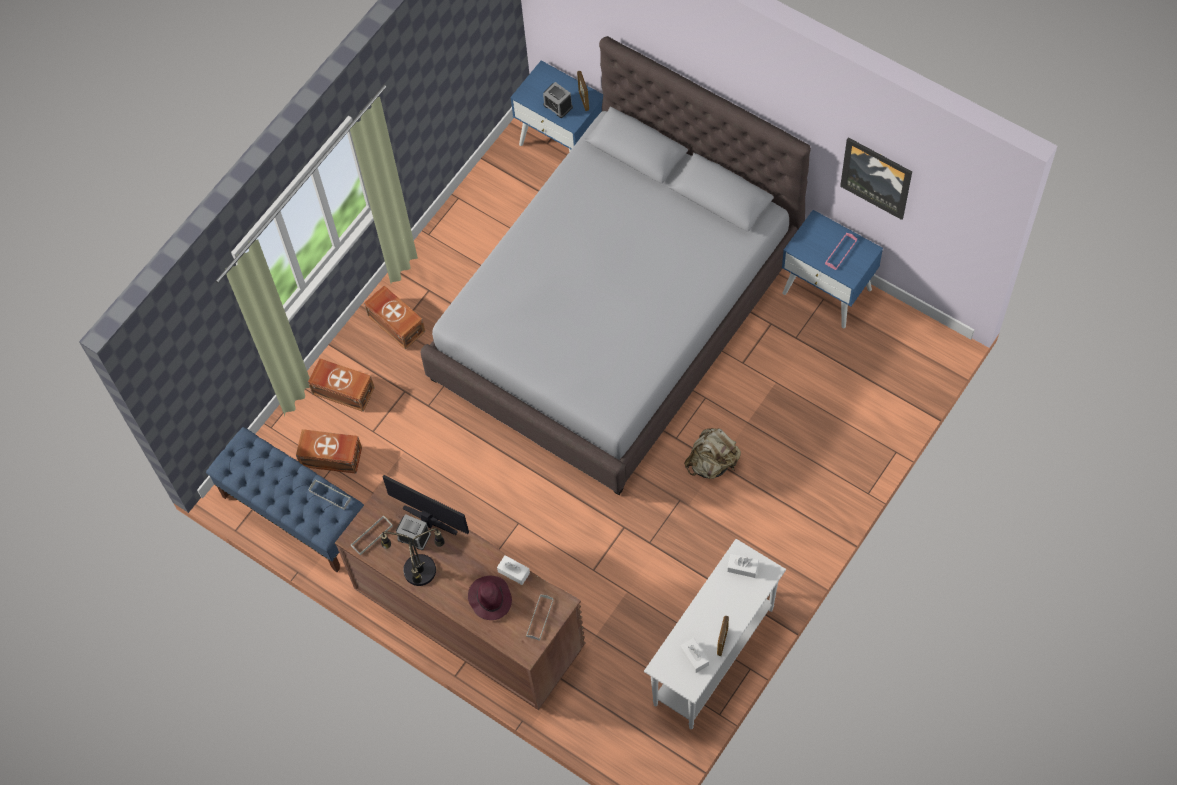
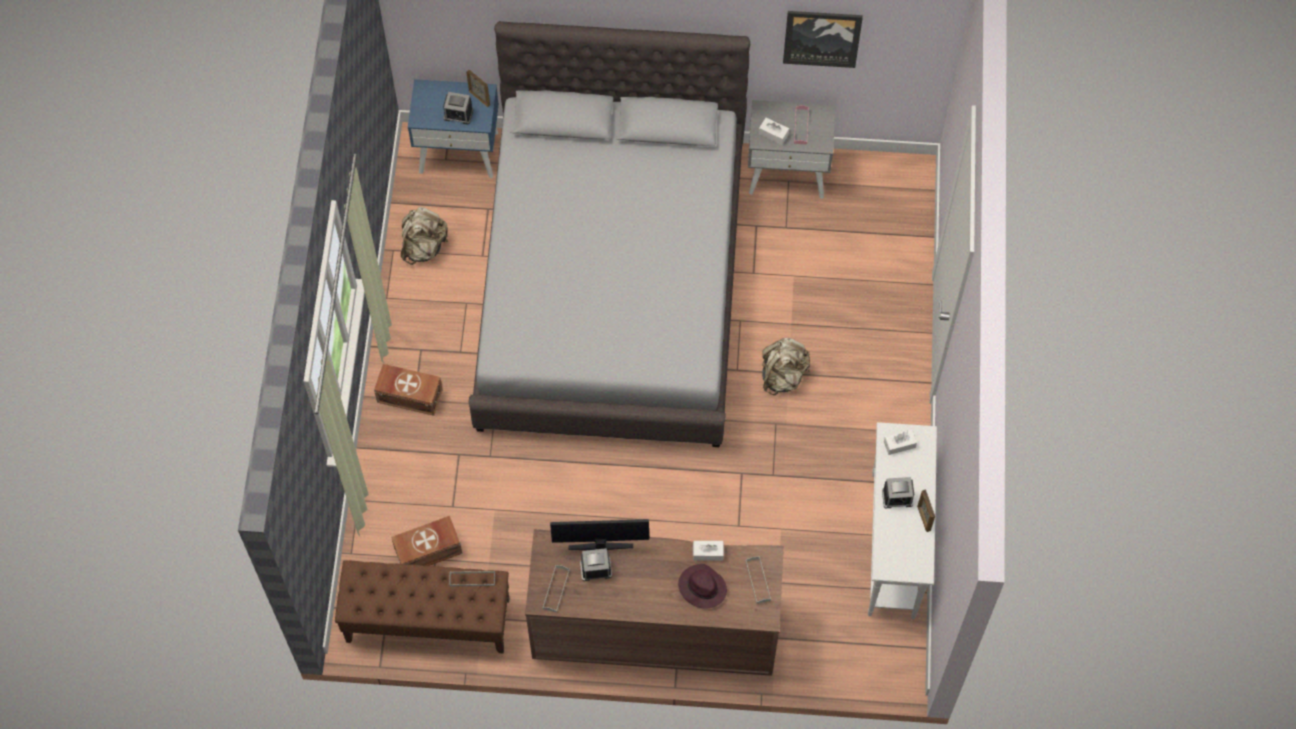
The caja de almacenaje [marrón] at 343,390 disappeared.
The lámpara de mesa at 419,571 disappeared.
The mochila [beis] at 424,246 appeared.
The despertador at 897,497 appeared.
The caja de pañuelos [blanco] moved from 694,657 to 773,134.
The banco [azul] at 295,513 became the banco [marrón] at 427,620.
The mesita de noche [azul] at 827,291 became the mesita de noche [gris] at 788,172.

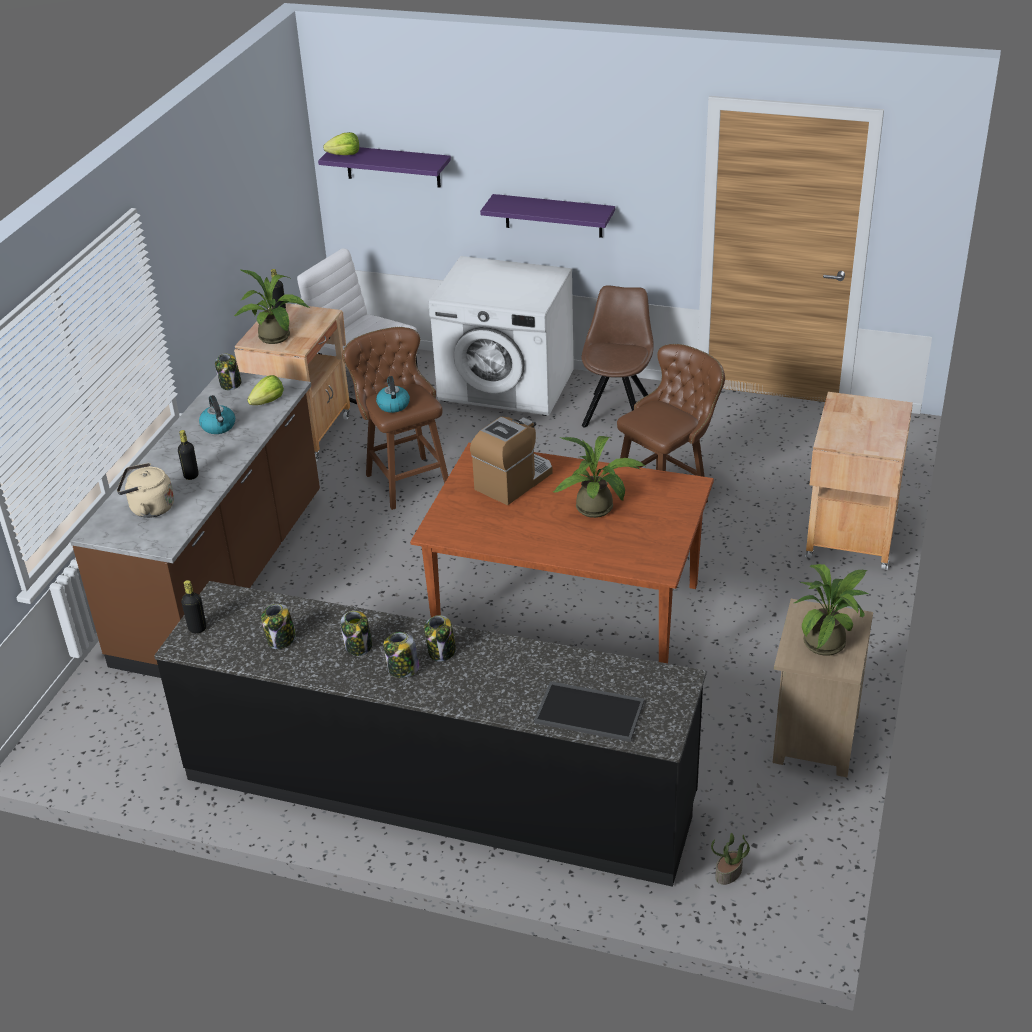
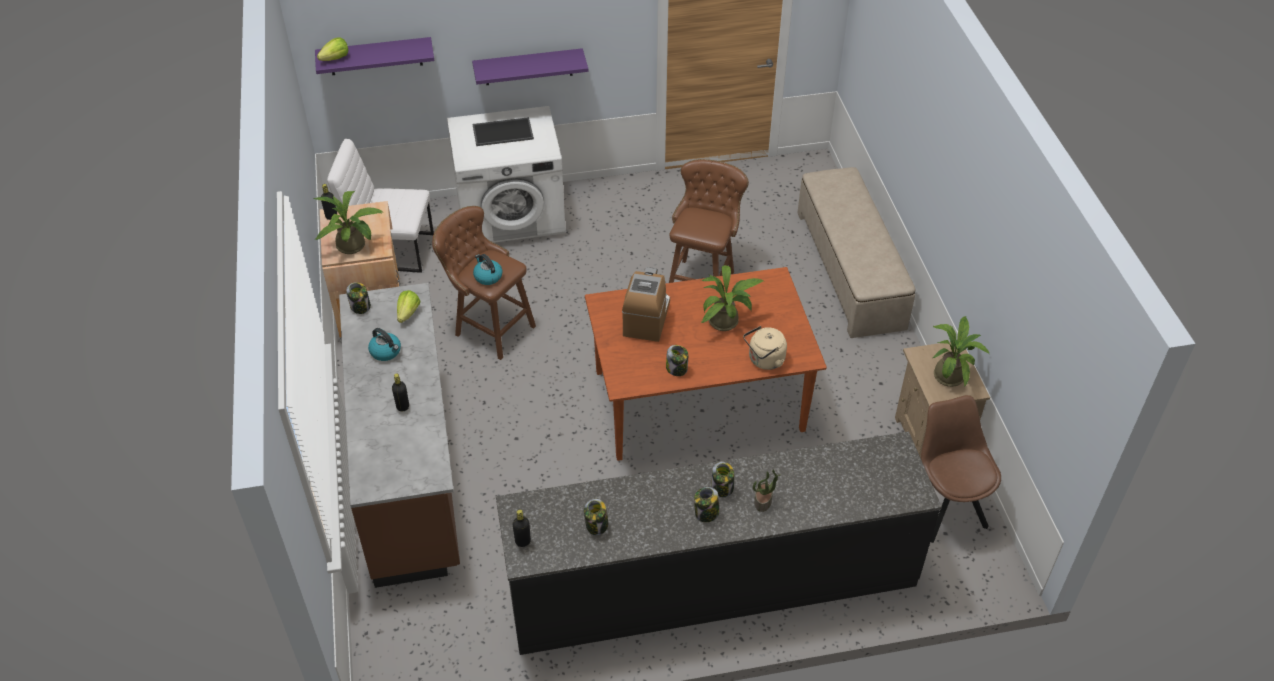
The hervidor [beis] moved from 149,508 to 764,360.
The tarro moved from 358,646 to 677,369.
The bandeja moved from 591,711 to 503,131.
The silla [marrón] moved from 617,412 to 945,508.
The planta en maceta moved from 729,873 to 763,501.
The carrito [marrón] at 851,538 was replaced by the banco [beis] at 850,269.

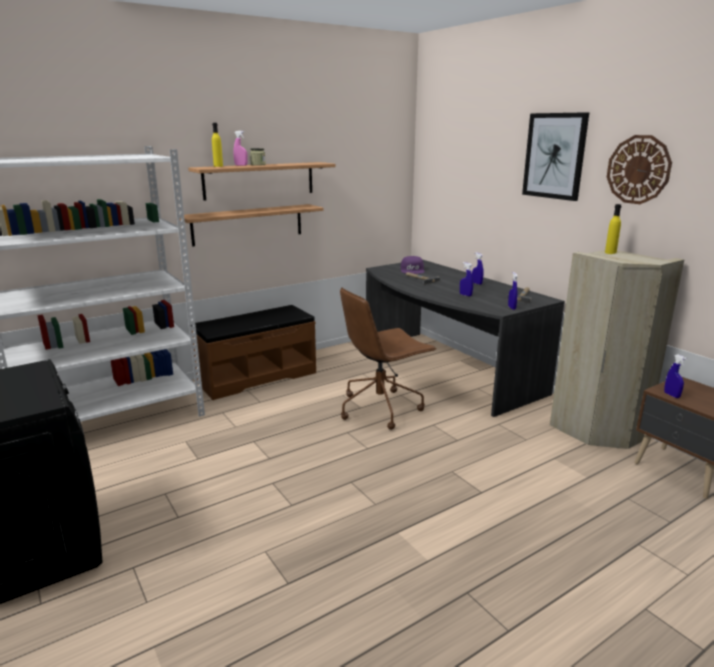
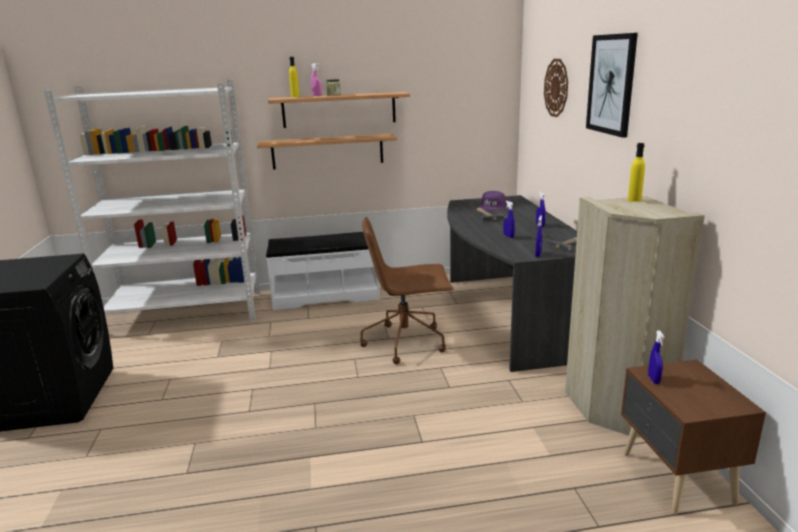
The reloj de pared moved from 638,169 to 556,88.
The banco [marrón] at 256,377 became the banco [blanco] at 326,295.

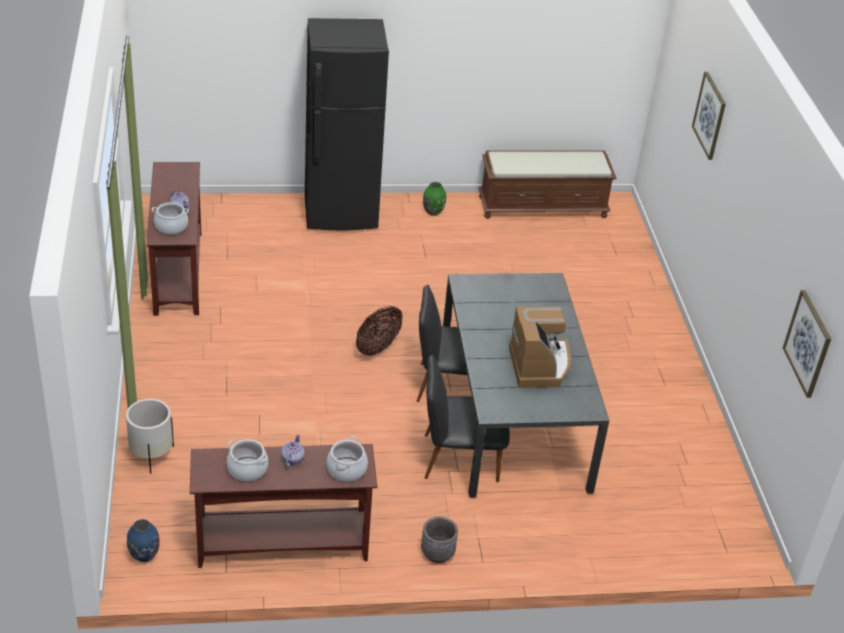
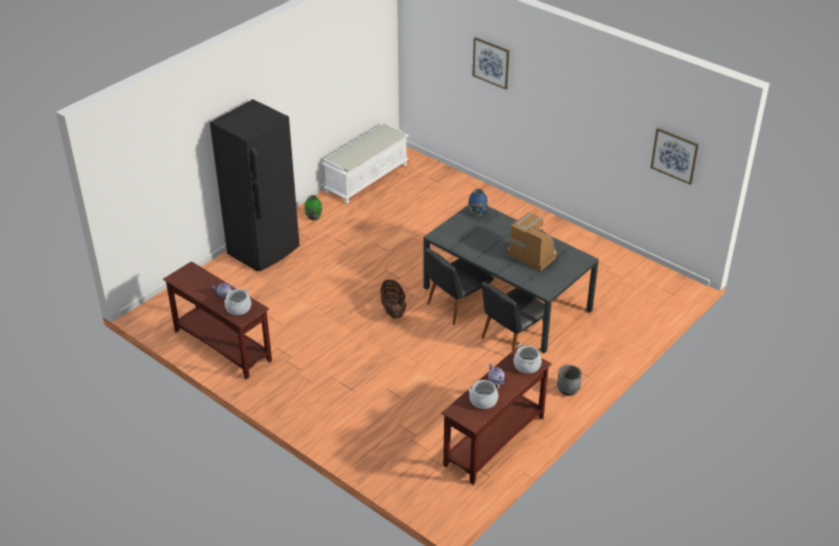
The maceta [blanco] at 151,456 disappeared.
The florero [azul] moved from 144,555 to 477,213.
The banco [marrón] at 543,206 became the banco [blanco] at 366,178.

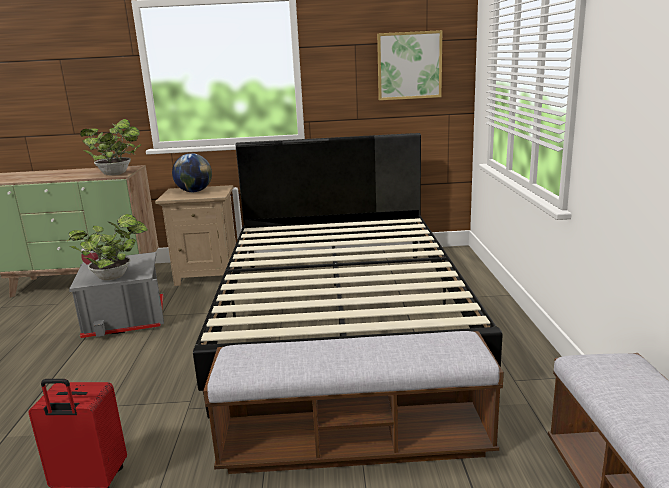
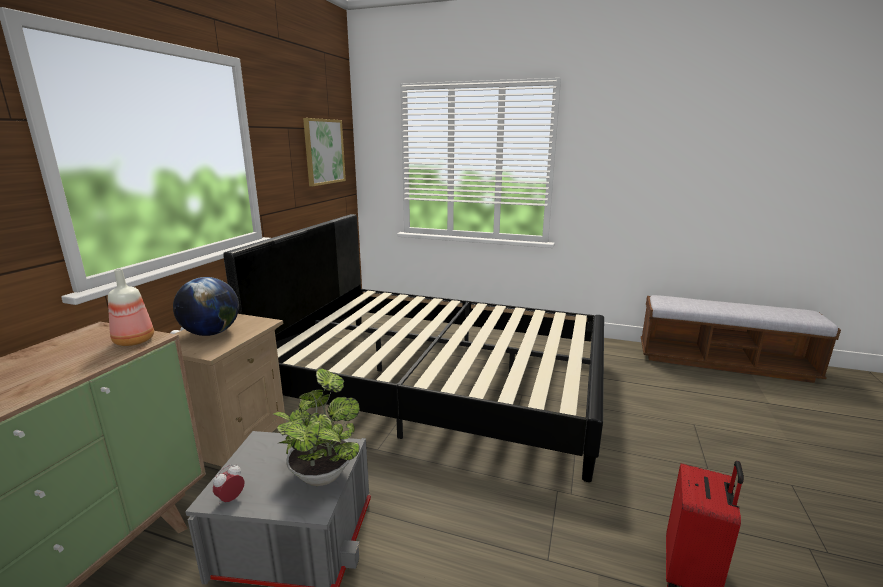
The banco at 355,443 disappeared.
The planta en maceta at 117,174 was replaced by the botella at 133,341.

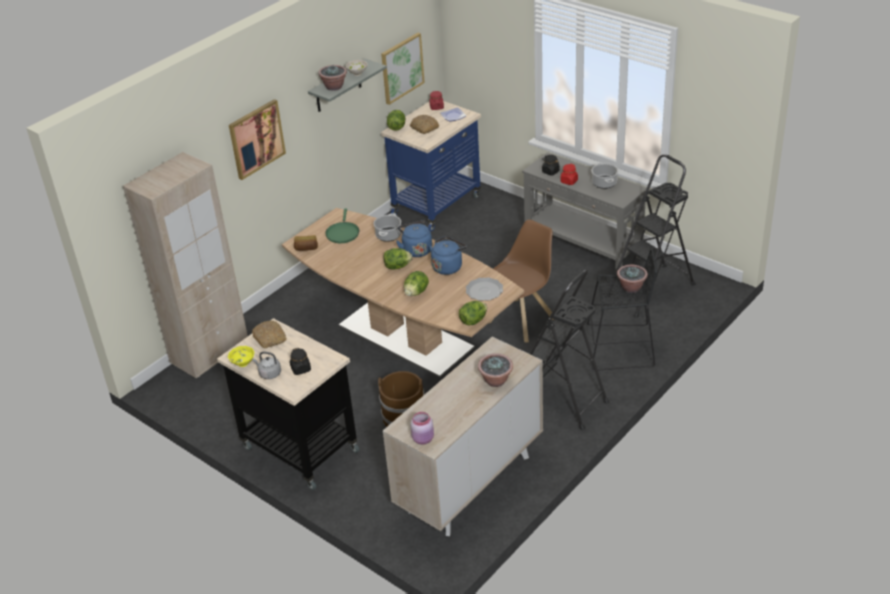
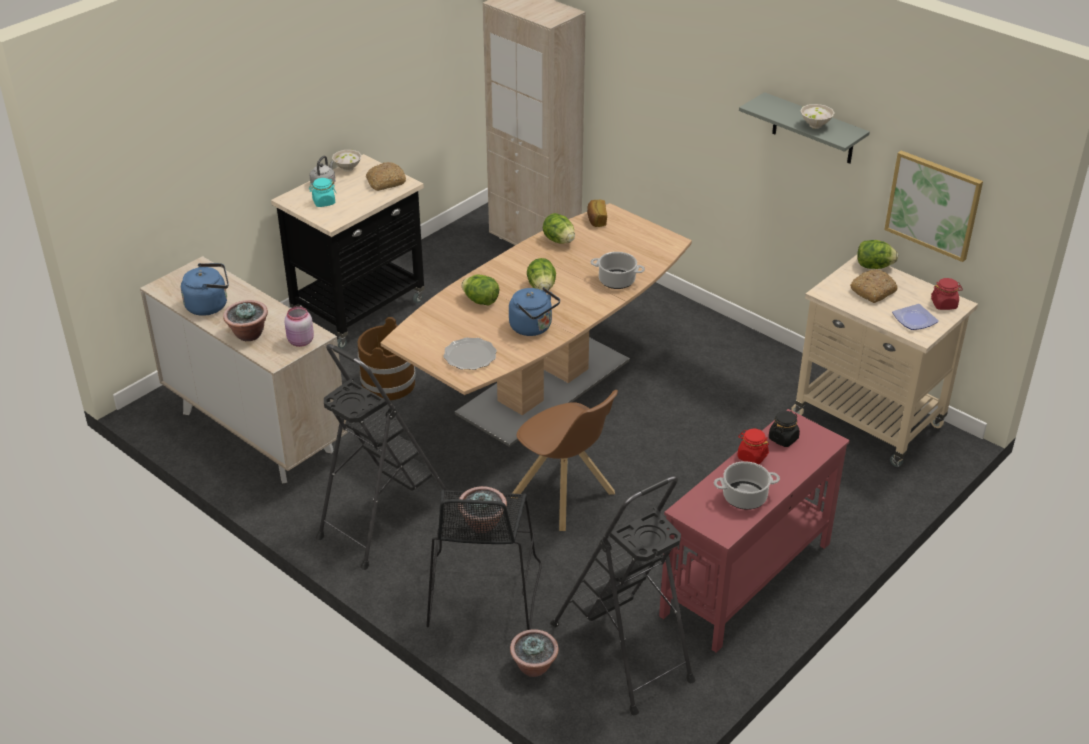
The cuadro at 256,138 disappeared.
The sartén [verde] at 342,233 disappeared.
The planta en maceta moved from 334,87 to 534,667.
The hervidor [azul] moved from 416,250 to 209,305.
The tarro [rosa] moved from 423,439 to 300,341.
The lechuga moved from 473,321 to 559,240.
The cuenco [amarillo] at 243,363 became the cuenco [blanco] at 348,169.
The tarro [negro] at 301,369 became the tarro [turquesa] at 324,202.
The carrito [azul] at 436,205 became the carrito [beis] at 868,421.
The mesa consola [gris] at 583,248 became the mesa consola [rojo] at 745,579.

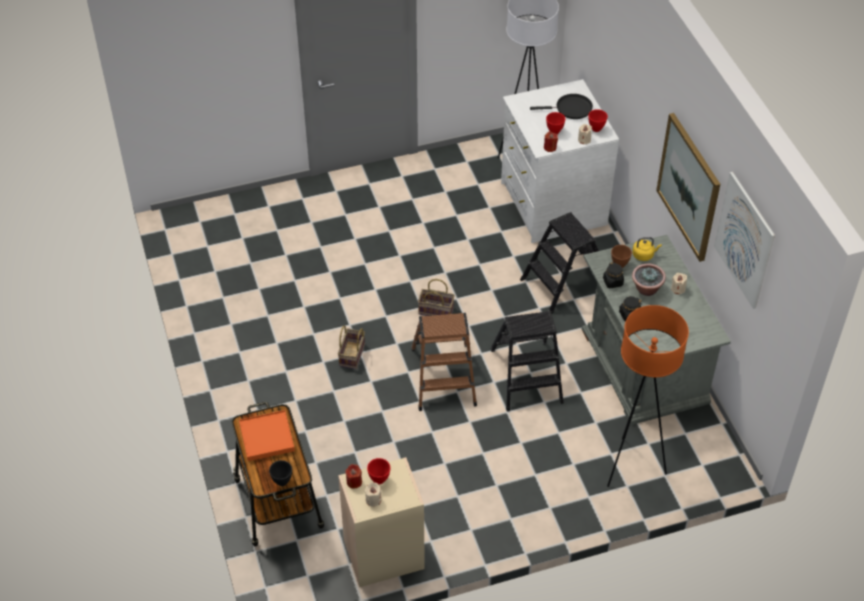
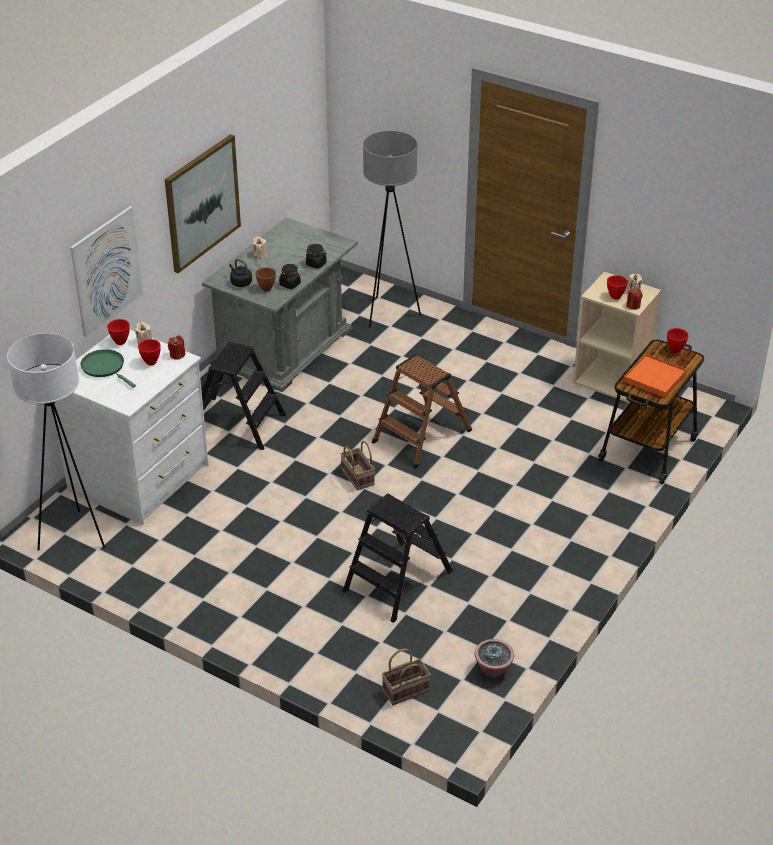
The cesta moved from 352,356 to 406,689.
The escalera de tijera [negro] moved from 526,375 to 398,581.
The planta en maceta moved from 646,289 to 493,670.
The cuadro moved from 744,240 to 106,271.
The cuenco [negro] at 281,482 became the cuenco [rojo] at 676,350.
The sartén [negro] at 571,109 became the sartén [verde] at 105,367.
The lámpara de pie [naranja] at 631,466 became the lámpara de pie [gris] at 389,313.
The hervidor [amarillo] at 644,255 became the hervidor [negro] at 240,282.

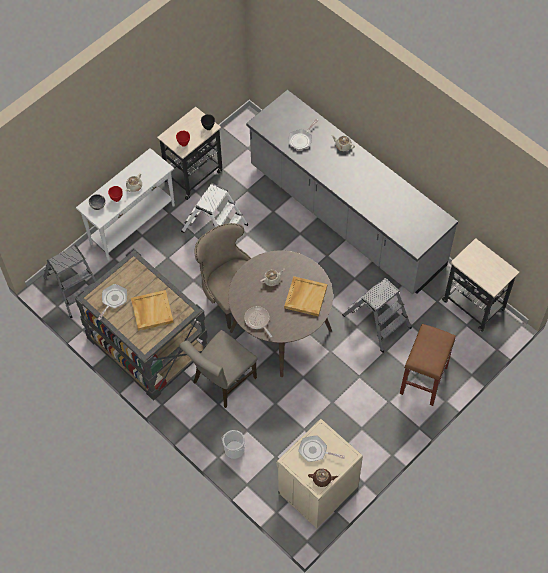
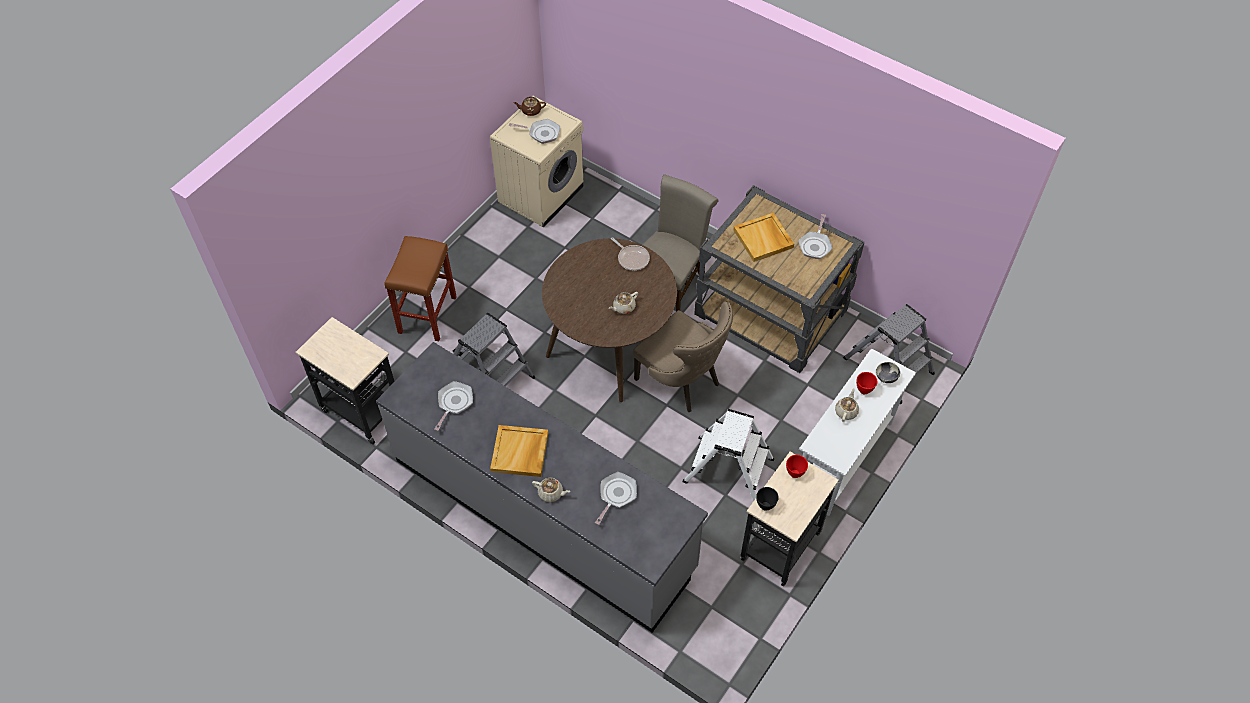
The cubo at 234,449 disappeared.
The sartén at 454,403 appeared.
The bandeja [beis] moved from 305,297 to 520,452.

